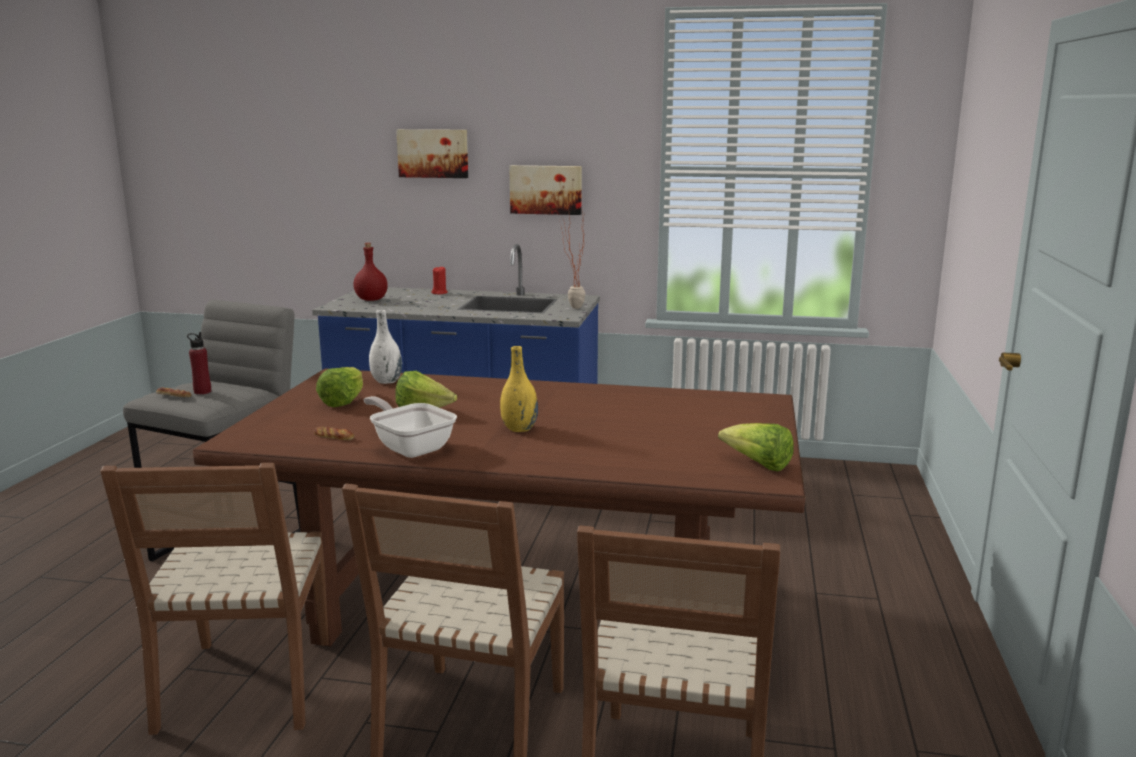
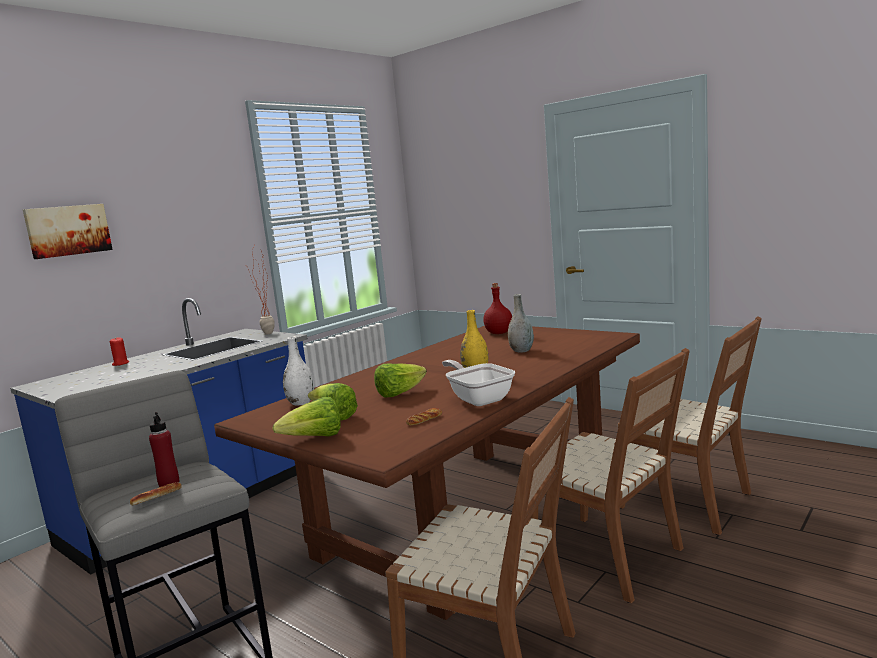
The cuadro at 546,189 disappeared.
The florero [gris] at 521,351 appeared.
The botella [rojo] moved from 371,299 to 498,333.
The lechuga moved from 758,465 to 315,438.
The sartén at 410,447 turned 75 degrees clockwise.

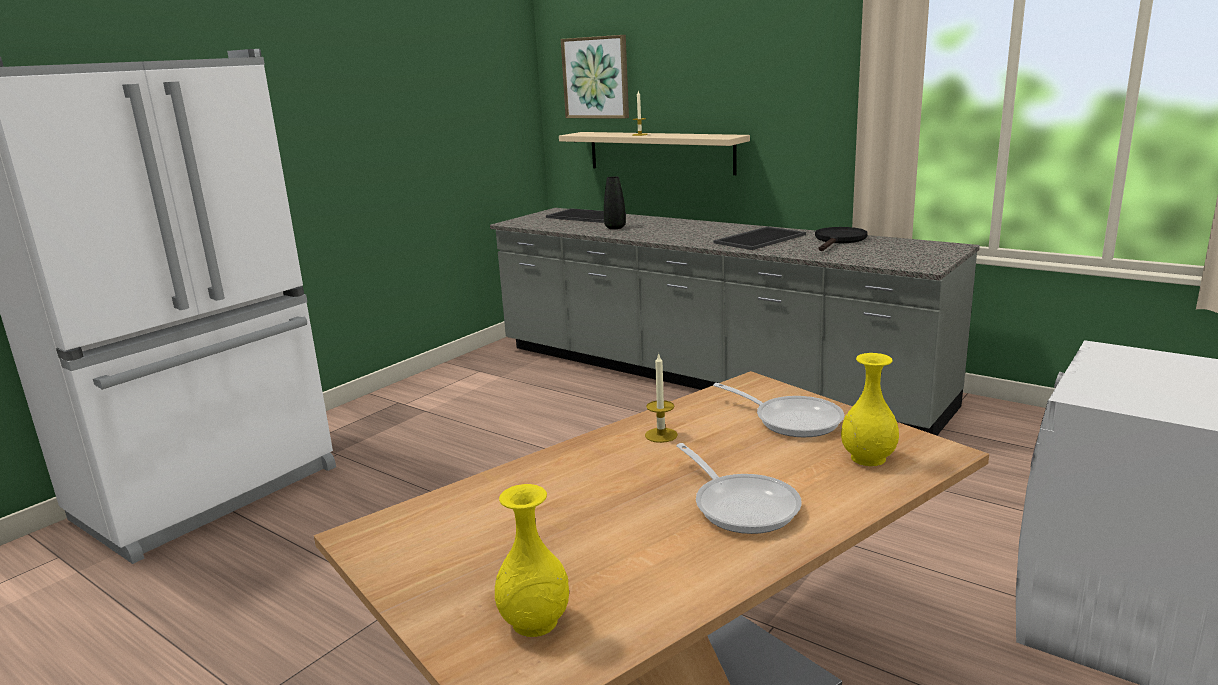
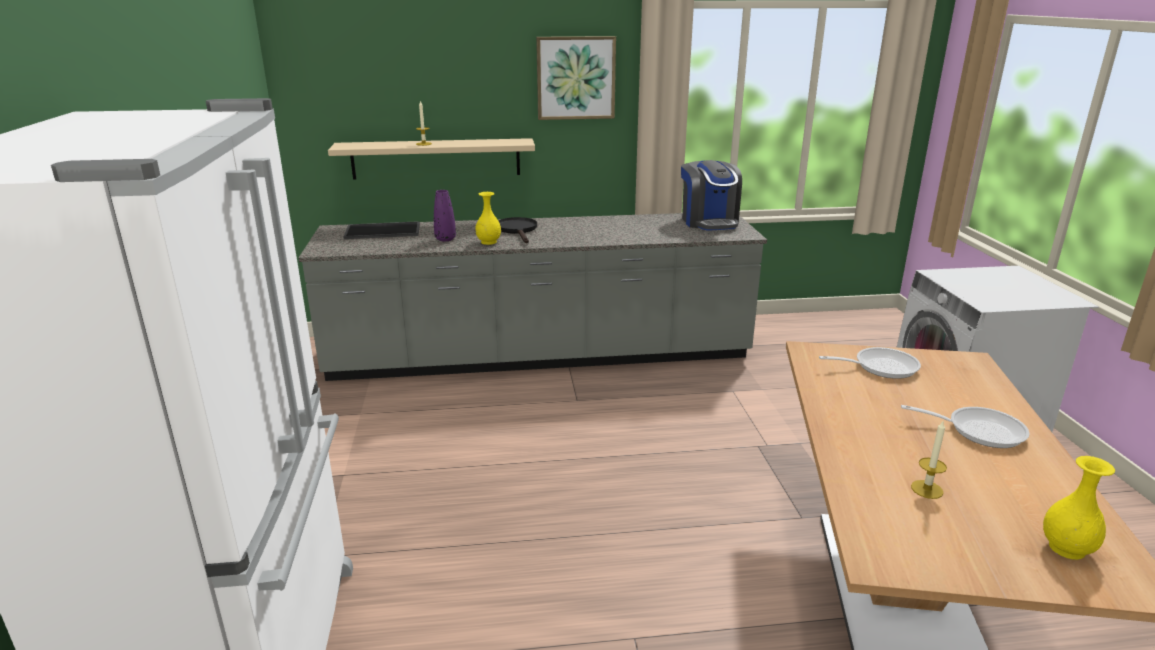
The bandeja at 759,238 disappeared.
The cafetera at 709,222 appeared.
The cuadro moved from 596,77 to 576,78.
The vela moved from 661,435 to 927,489.
The sartén [negro] moved from 838,240 to 518,230.
The florero [amarillo] moved from 868,458 to 488,242.
The florero [negro] at 615,227 became the florero [morado] at 445,239.

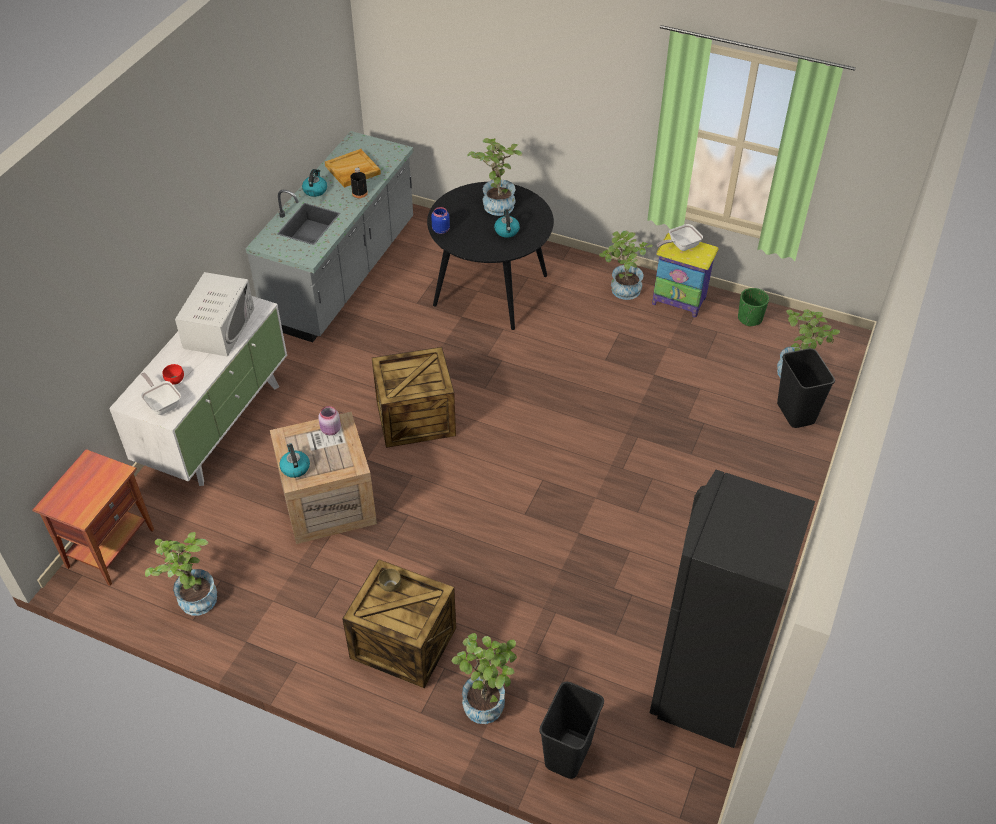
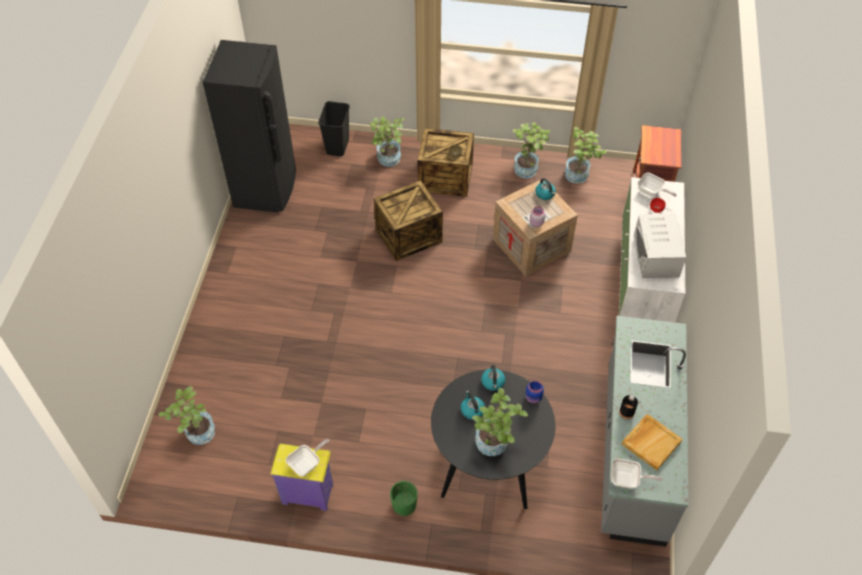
The papelera [negro] at 796,413 disappeared.
The sartén at 627,480 appeared.
The hervidor moved from 315,190 to 493,382.
The caja de embalaje moved from 415,417 to 408,236.
The planta en maceta moved from 622,291 to 528,168.
The maceta [verde] moved from 750,318 to 404,505.

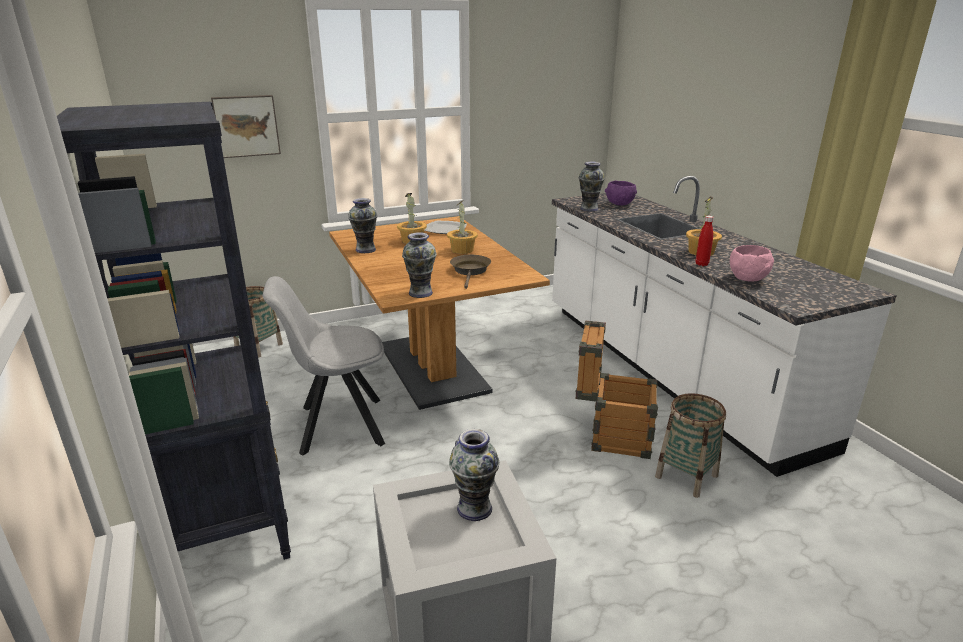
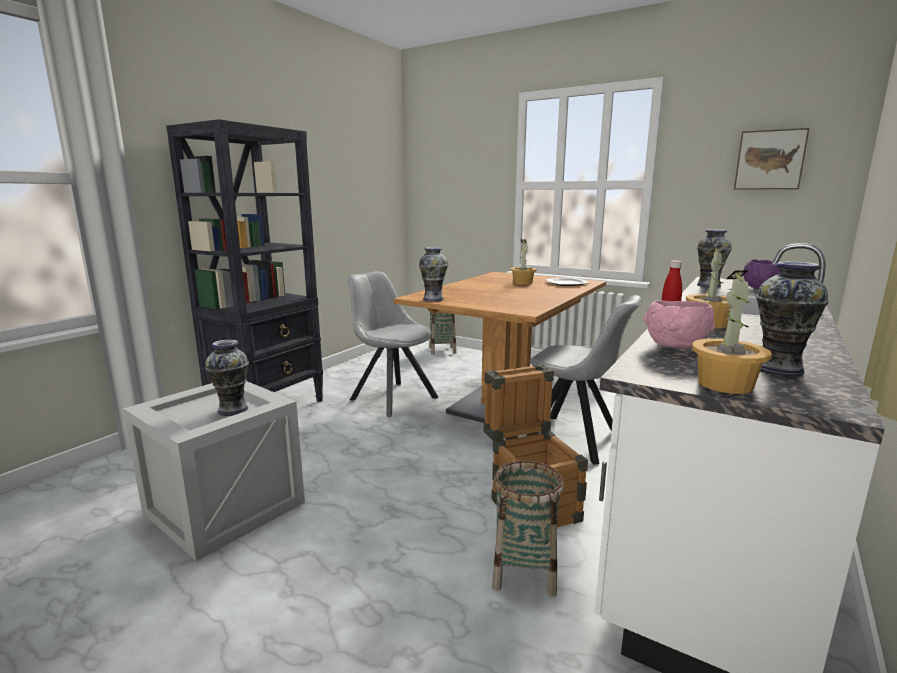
The sartén [marrón] at 470,271 disappeared.
The silla [gris] at 574,439 appeared.
The cuadro moved from 246,126 to 770,160.
The florero moved from 366,249 to 779,369.
The planta en maceta moved from 462,250 to 725,385.

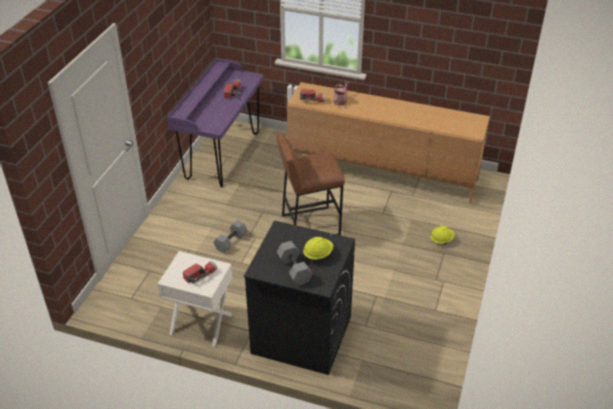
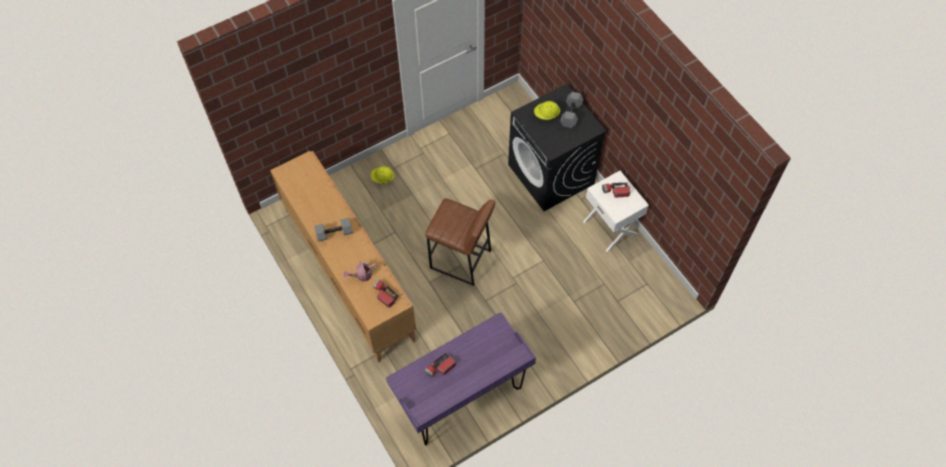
The mancuerna [gris] moved from 231,242 to 334,233.

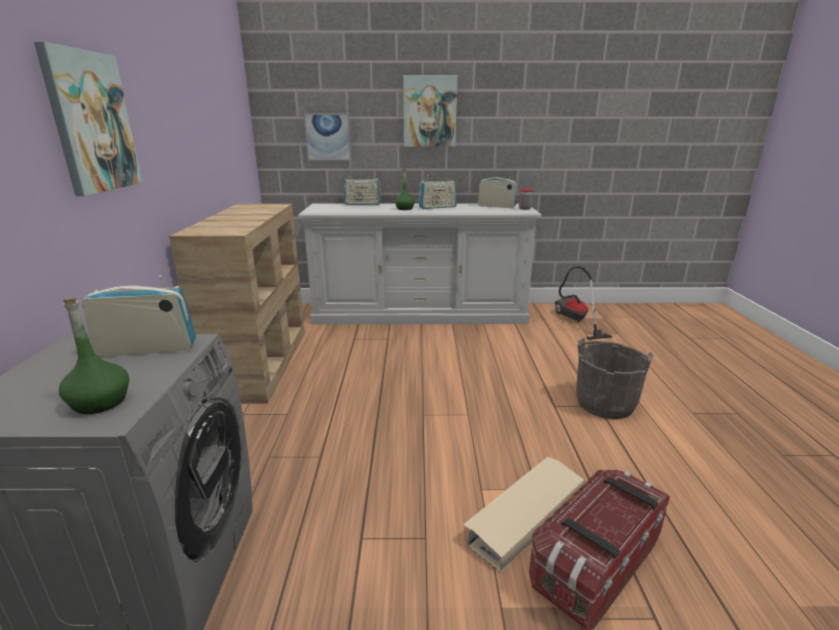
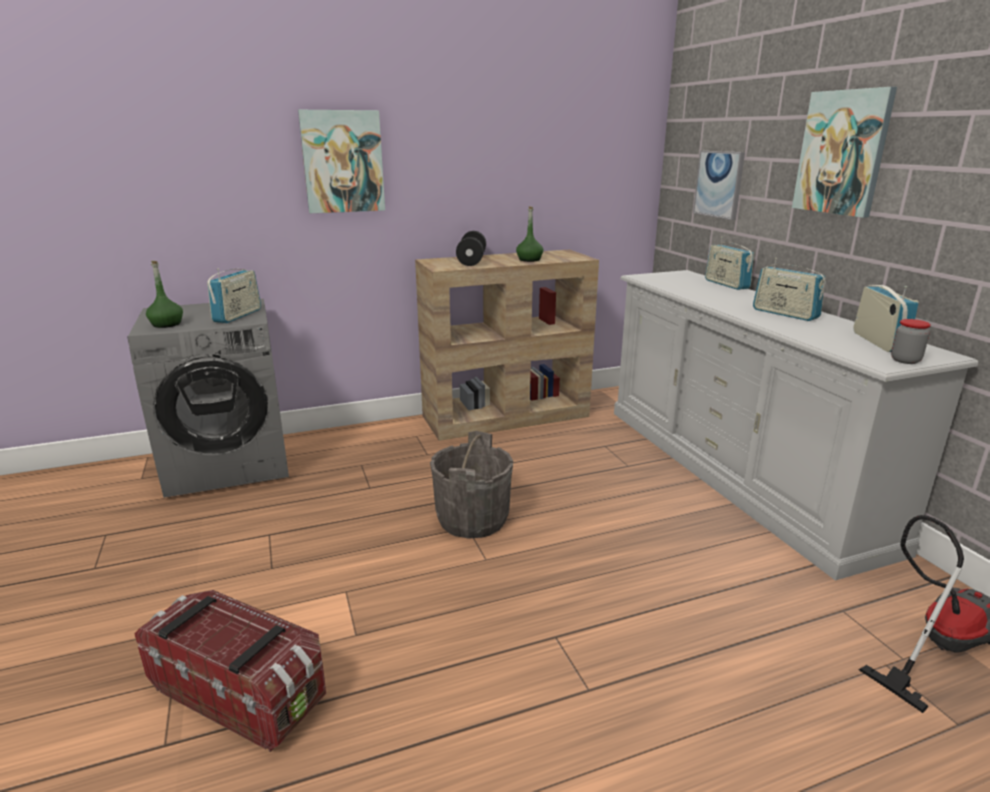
The caja de almacenaje [beis] at 525,515 disappeared.
The mancuerna [negro] at 471,261 appeared.
The botella [verde] moved from 404,208 to 529,260.
The cubo [gris] moved from 605,403 to 472,519.
The radio at 147,349 turned 45 degrees clockwise.

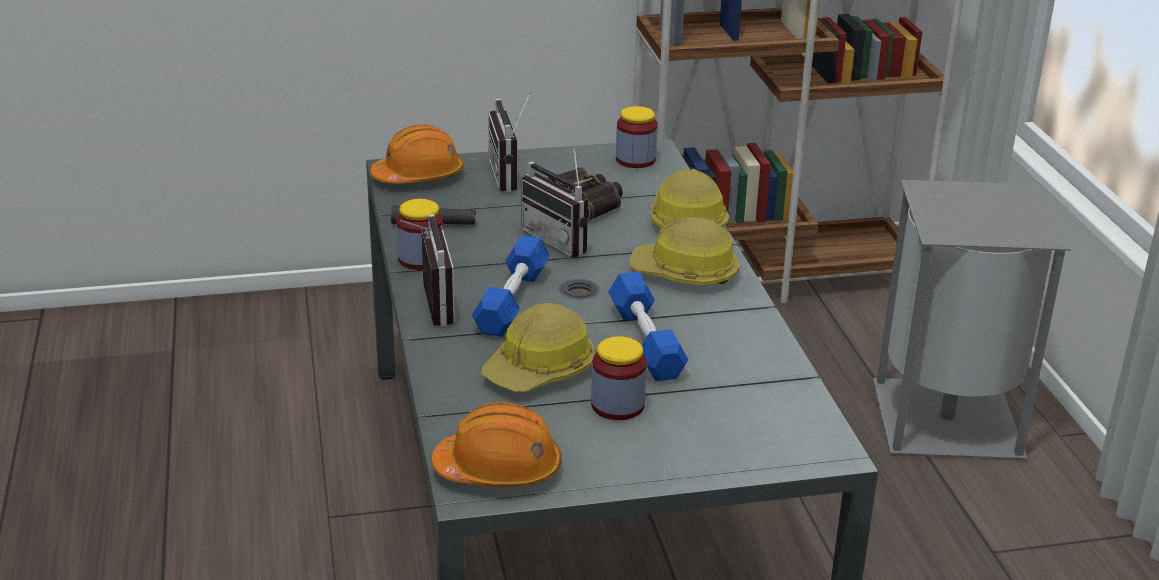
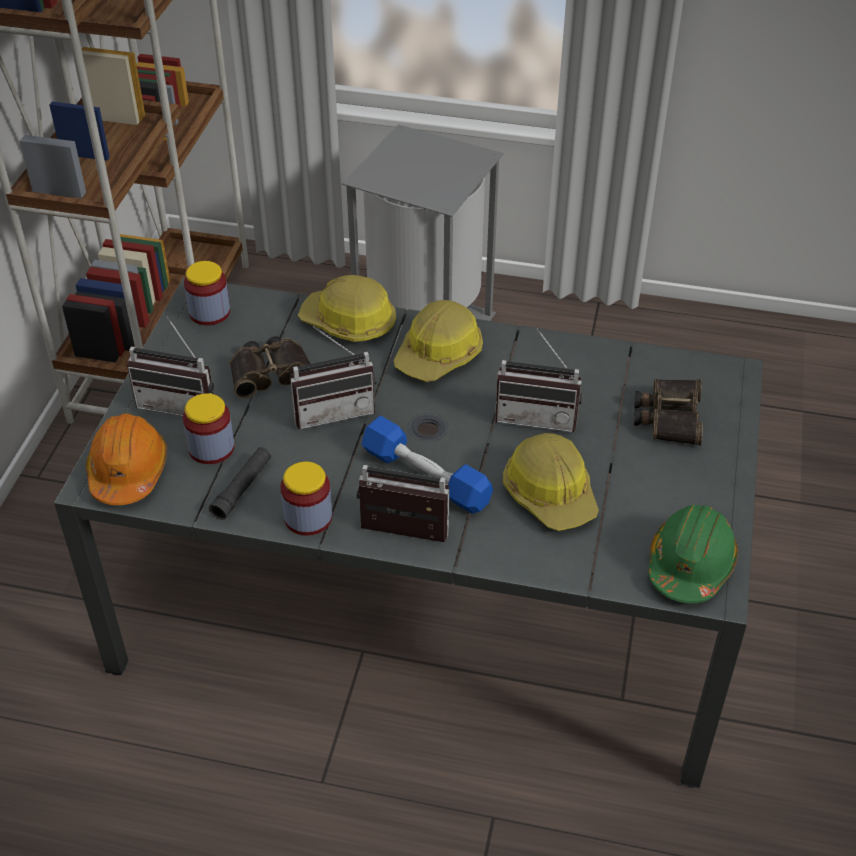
The prismáticos at 668,417 appeared.
The tarro moved from 617,405 to 211,448.
The mancuerna [azul] at 646,342 was replaced by the radio at 538,415.
The casco [naranja] at 499,470 became the casco [verde] at 690,564.

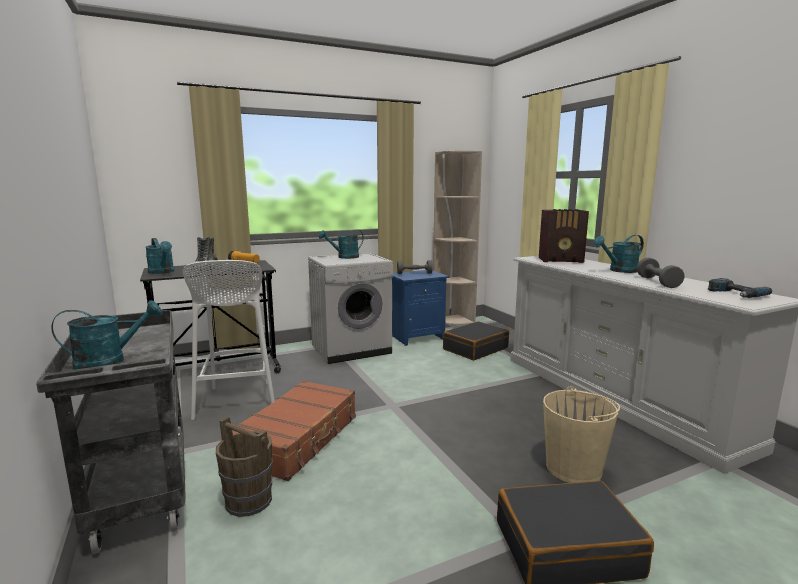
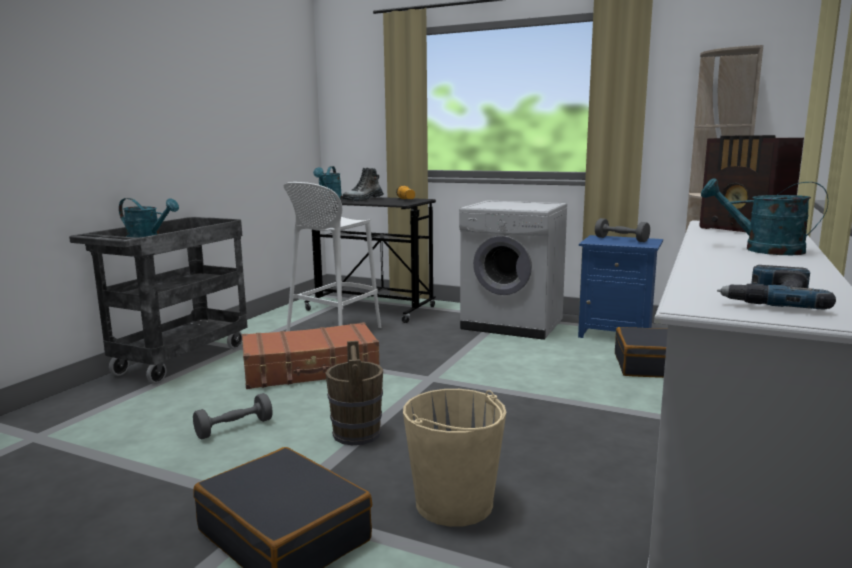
The regadera [turquesa] at 344,257 disappeared.
The cubo [marrón] moved from 248,501 to 357,433.
The mancuerna [gris] moved from 657,282 to 234,428.

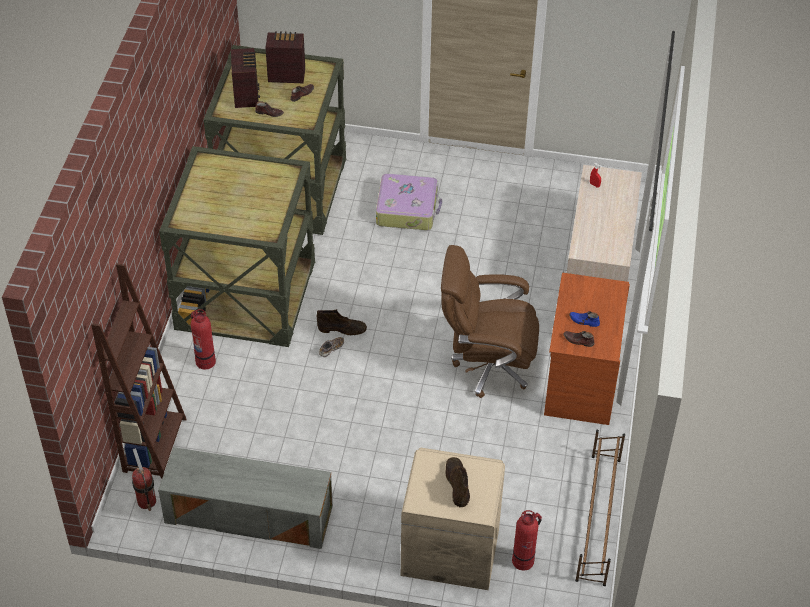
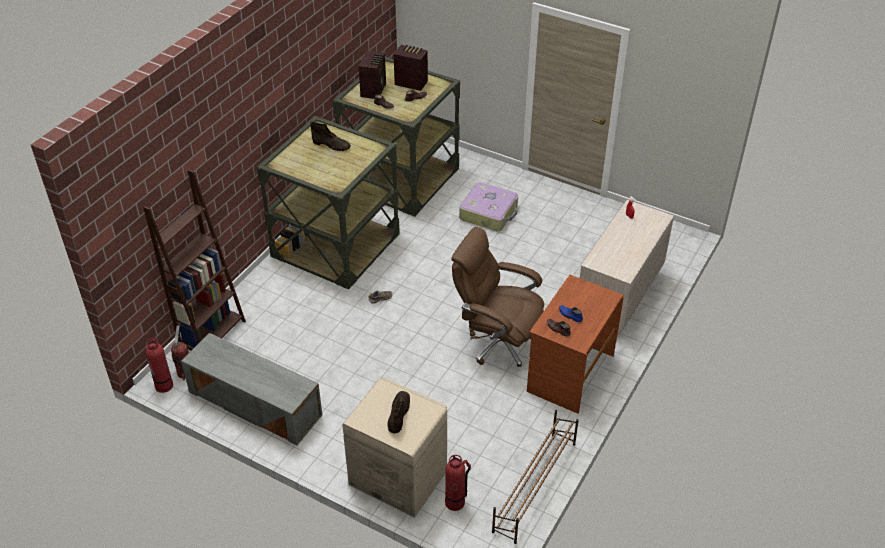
The extintor moved from 205,361 to 164,385.
The bota [marrón] moved from 342,329 to 331,145.

